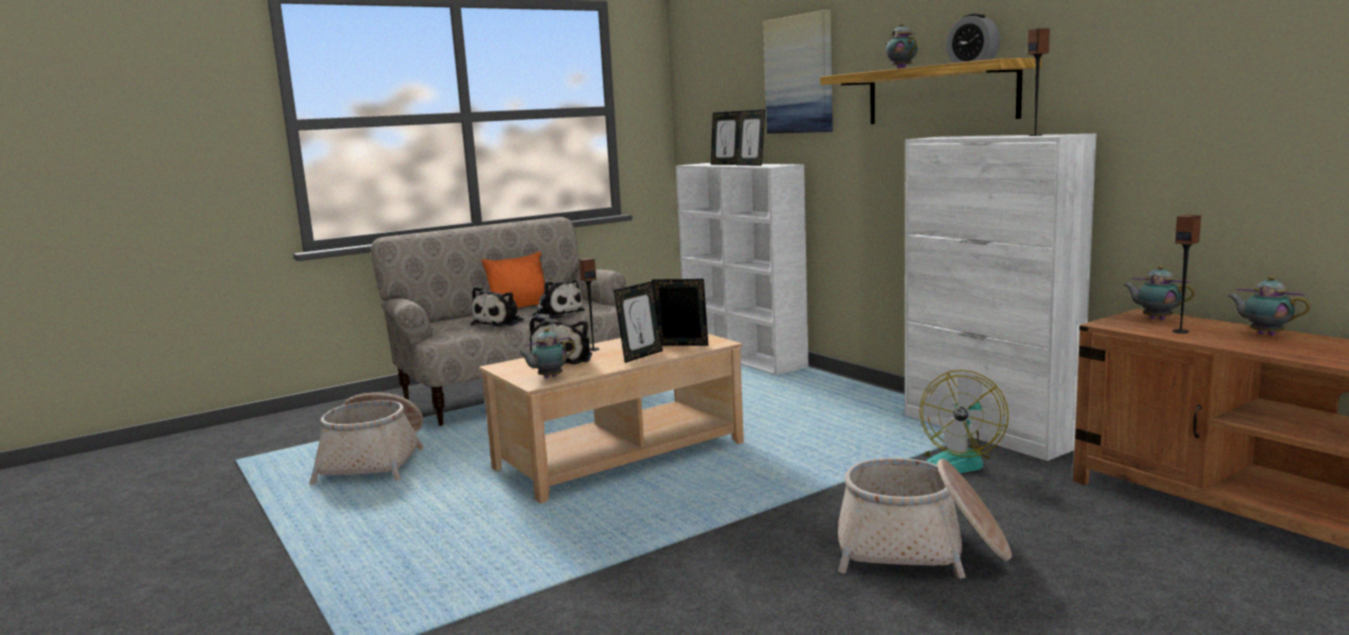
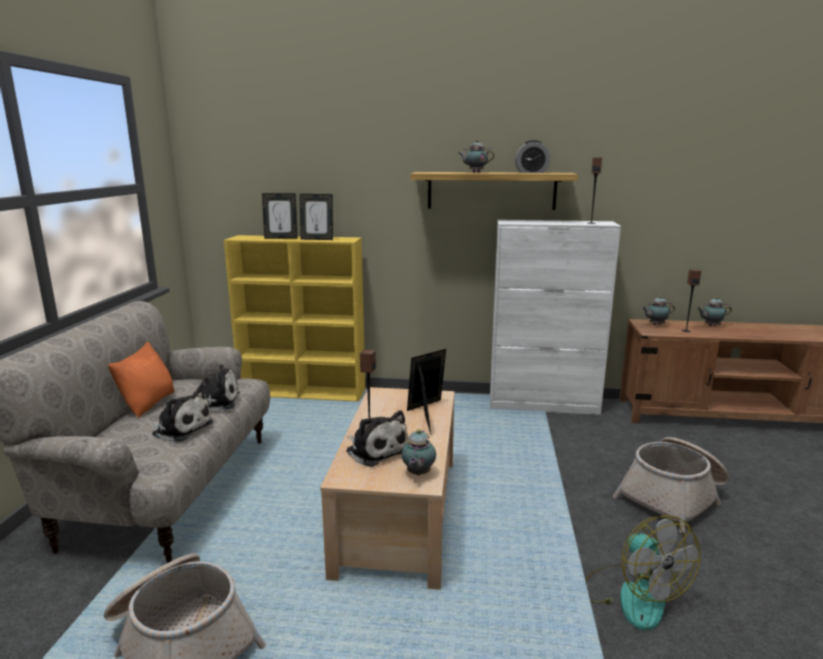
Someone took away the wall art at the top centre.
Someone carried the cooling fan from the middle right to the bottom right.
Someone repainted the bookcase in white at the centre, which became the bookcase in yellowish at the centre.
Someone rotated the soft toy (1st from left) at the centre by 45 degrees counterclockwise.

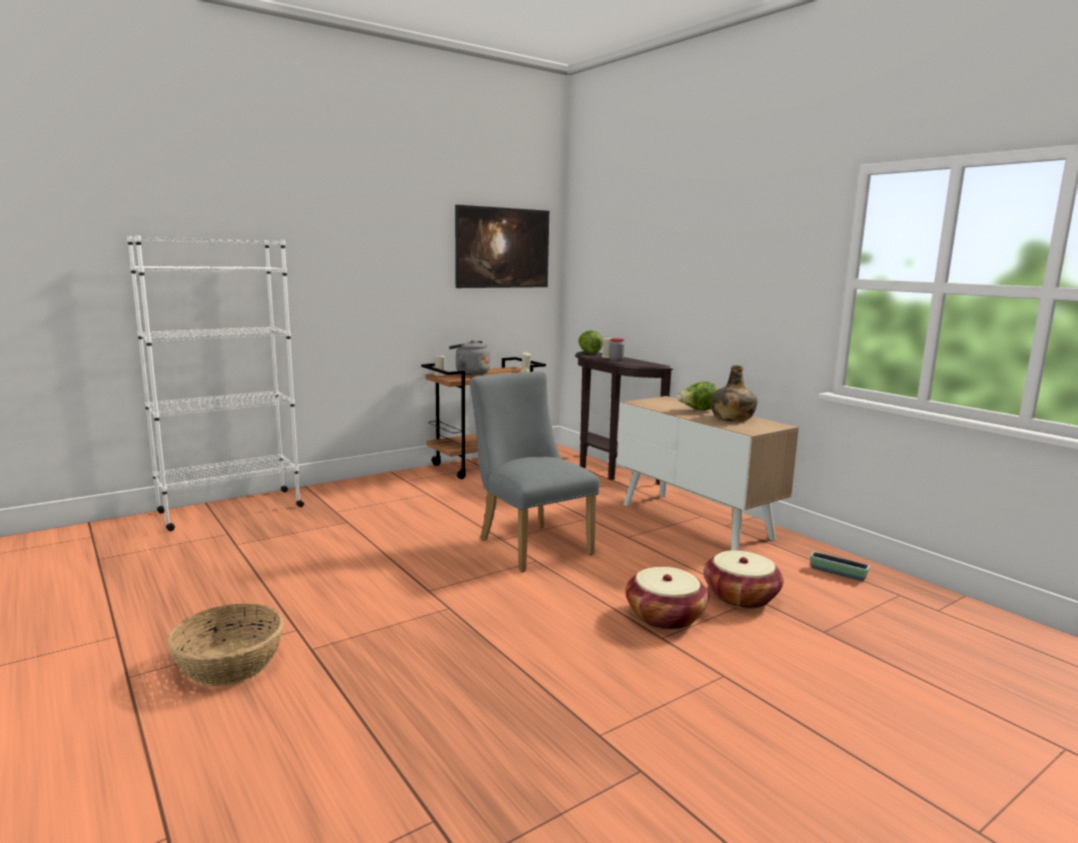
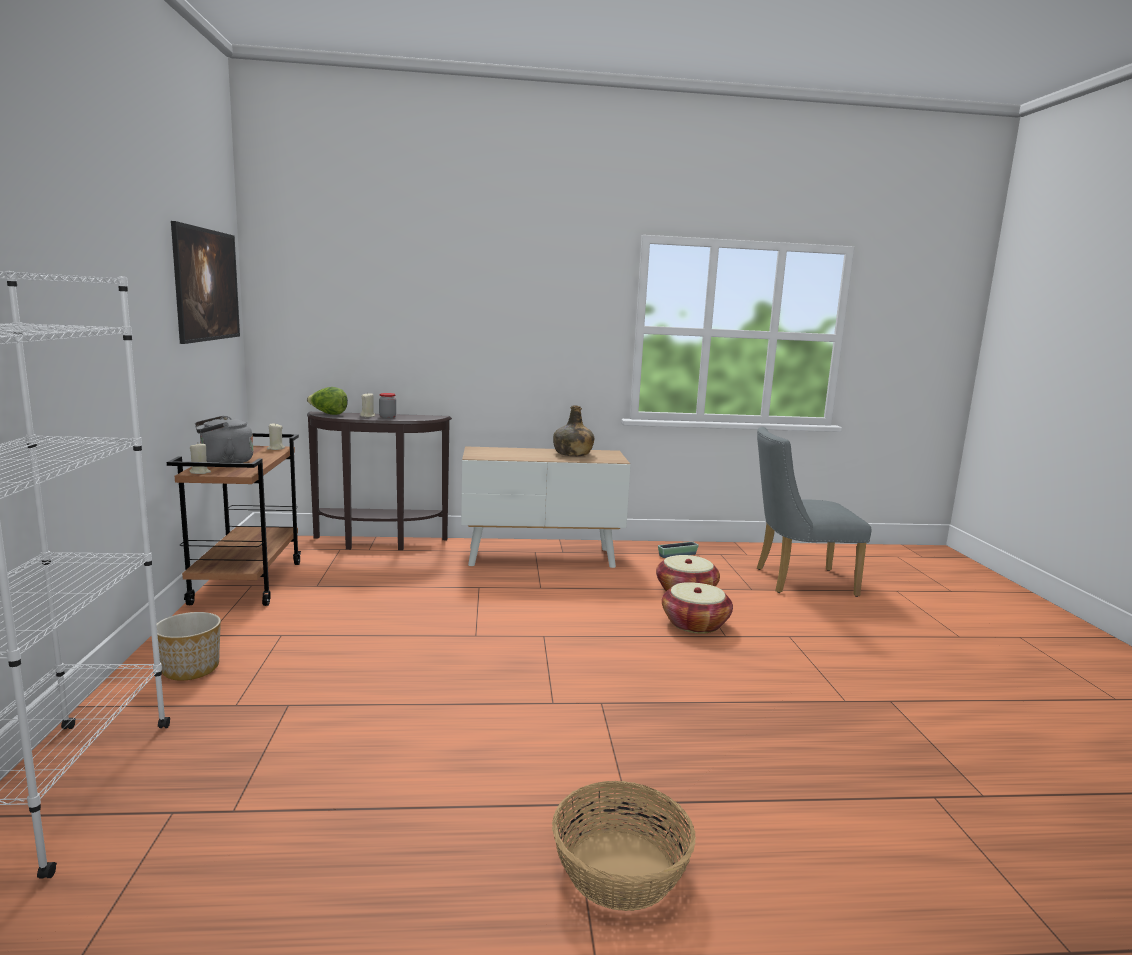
Someone took away the head of lettuce (2nd from left) at the centre.
Someone put down the flower pot (1st from left) at the bottom left.
Someone carried the plain chair in grey from the centre to the middle right.

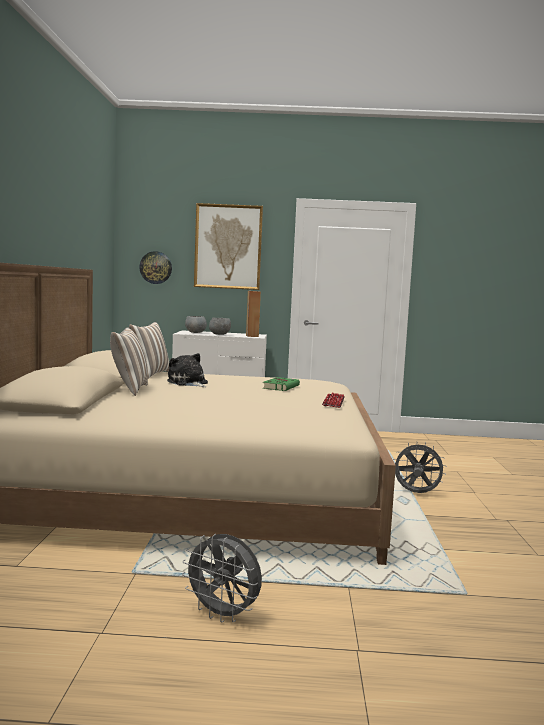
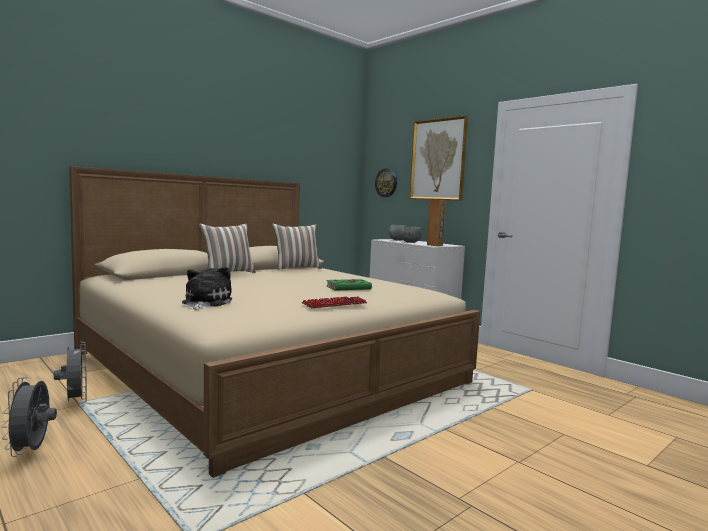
Someone carried the soft toy from the centre to the middle left.
Someone carried the cooling fan in grey (2nd from left) from the middle right to the bottom left.

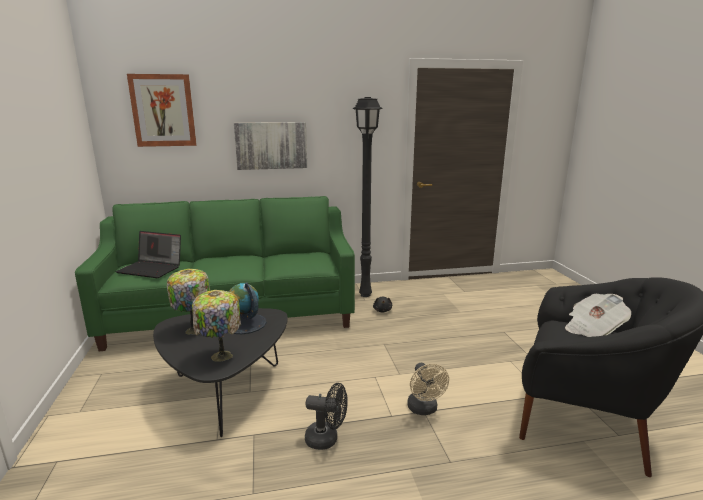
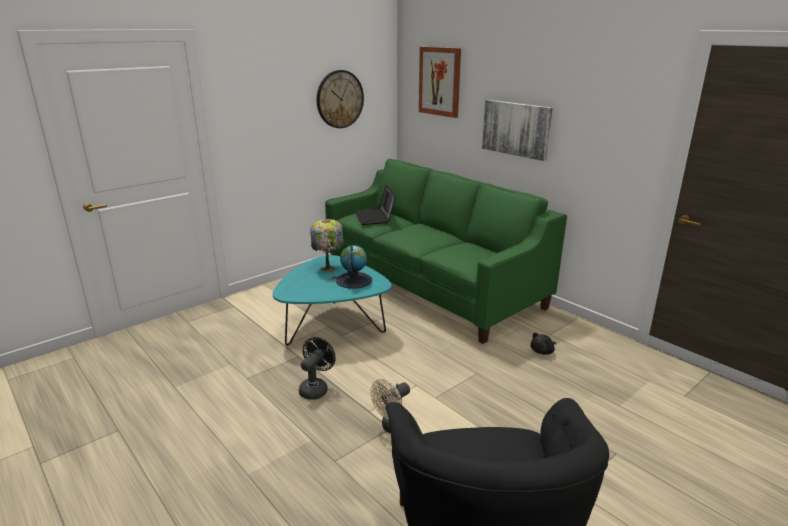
Someone took away the table lamp (2nd from left) at the middle left.
Someone took away the floor lamp in blackish at the centre.
Someone took away the daily paper at the middle right.
Someone put up the wall clock at the top centre.
Someone repainted the lounge table in blackish at the bottom left, which became the lounge table in blue-green at the centre.
Someone rotated the cooling fan in blackish at the bottom centre by 135 degrees counterclockwise.

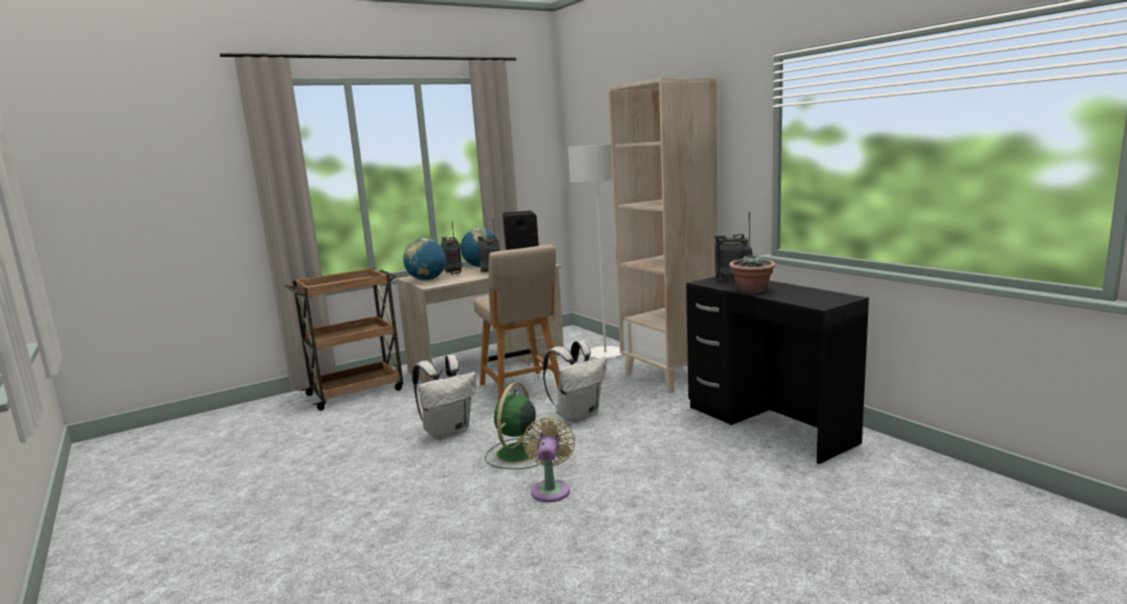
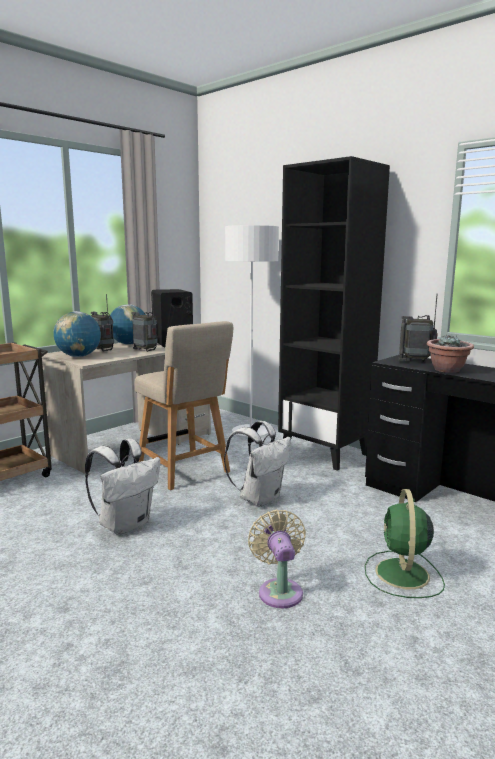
Someone carried the cooling fan in green from the bottom centre to the bottom right.
Someone repainted the bookcase in beige at the centre, which became the bookcase in blackish at the middle right.

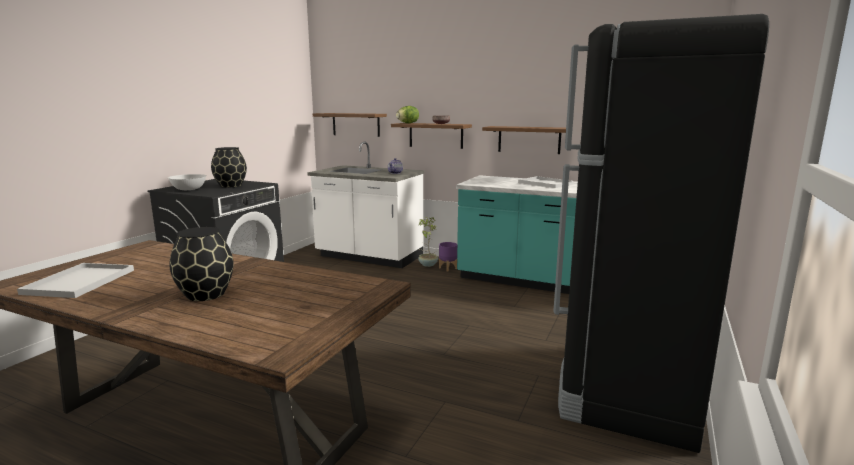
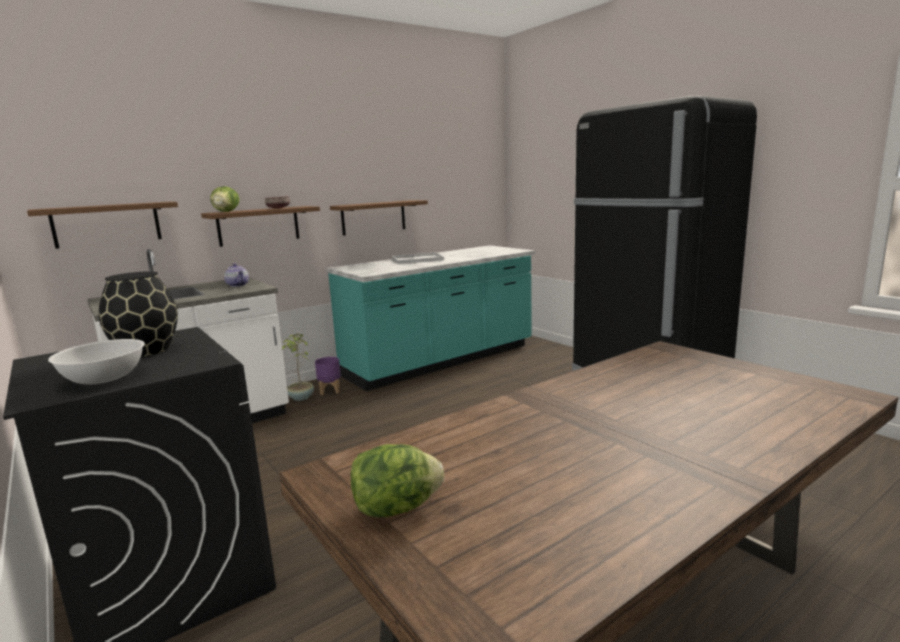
Someone took away the serving tray in white (1st from left) at the middle left.
Someone took away the decorative vase in blackish (1st from left) at the middle left.
Someone put down the head of lettuce (2nd from left) at the bottom centre.

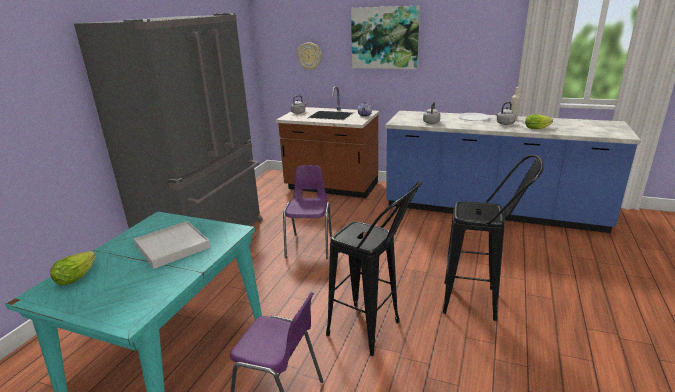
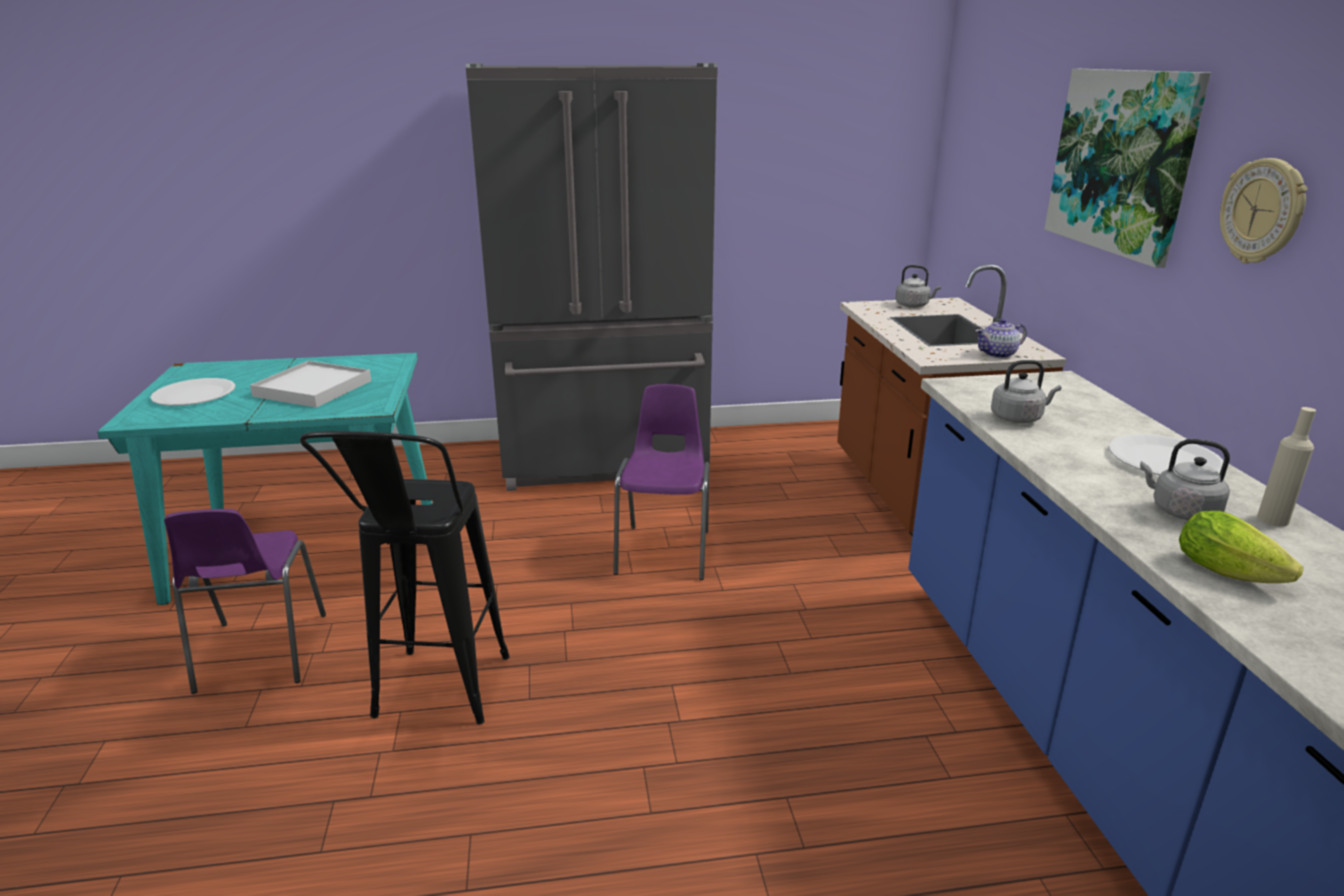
Someone took away the head of lettuce (1st from left) at the bottom left.
Someone took away the stool seat in blackish (2nd from left) at the middle right.
Someone put down the flat dish in white (1st from left) at the middle left.
Someone carried the wall clock from the top centre to the top right.
Someone rotated the plain chair in purplish (2nd from left) at the centre by 60 degrees counterclockwise.

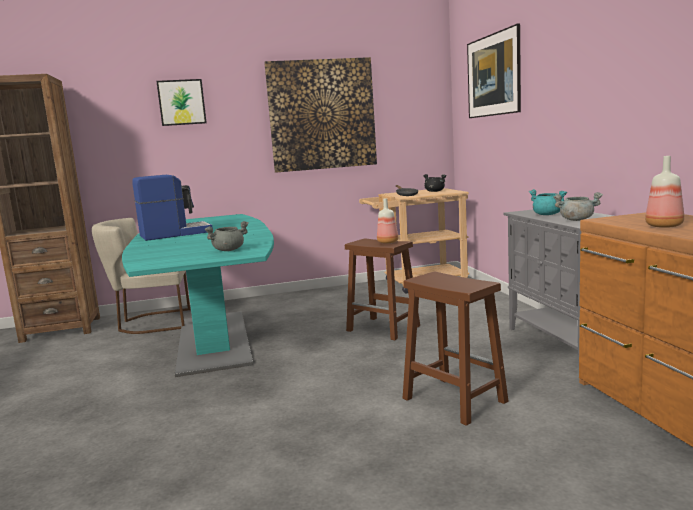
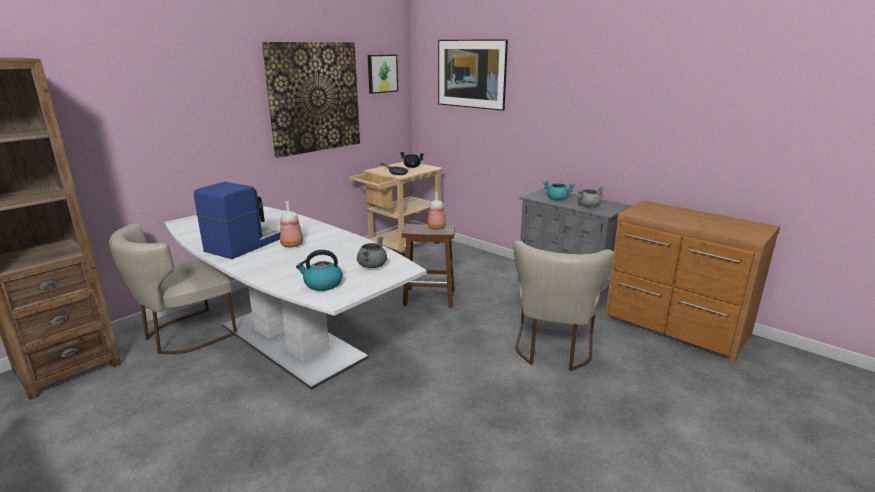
Someone put down the water kettle at the centre.
Someone carried the wall art (1st from left in the first image) from the top left to the top centre.
Someone carried the bottle (2nd from left in the first image) from the middle right to the middle left.
Someone swapped the stool seat in brown (2nd from left) at the bottom centre for the plain chair in beige (2nd from left) at the centre.
Someone repainted the dinner table in blue-green at the middle left, which became the dinner table in white at the centre.

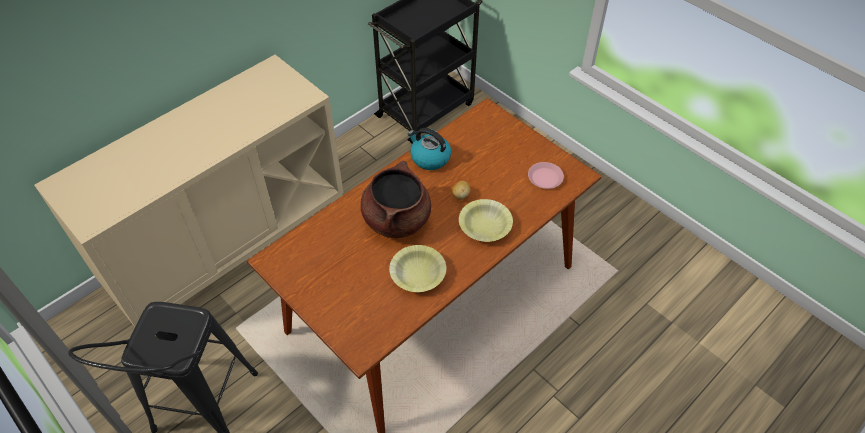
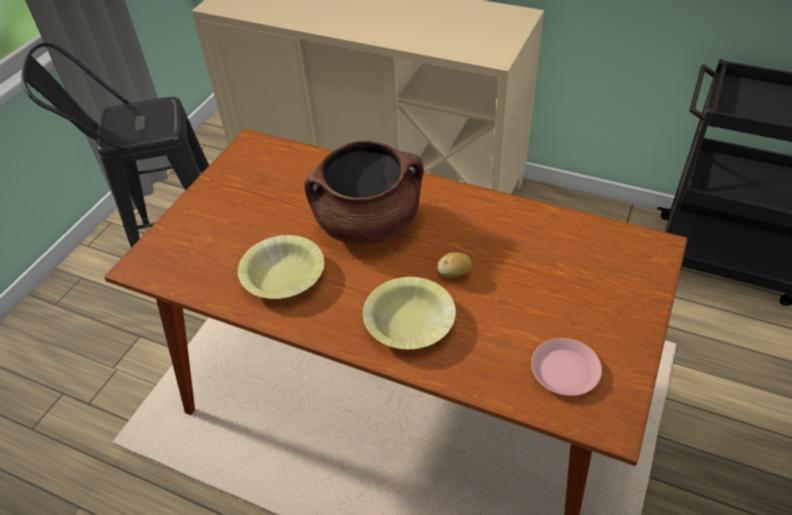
Someone took away the water kettle at the centre.

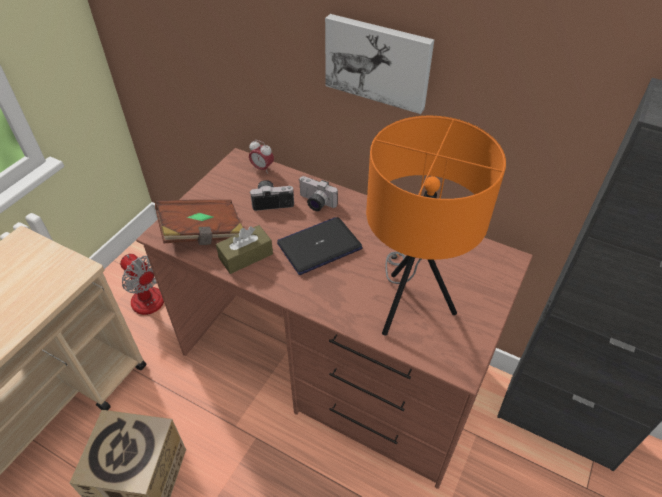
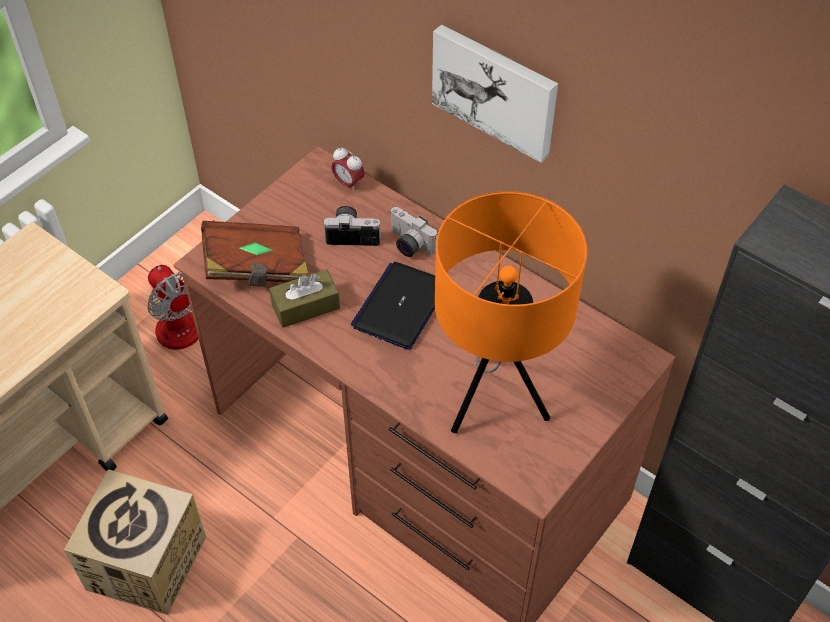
Someone rotated the portable computer at the centre by 45 degrees counterclockwise.

